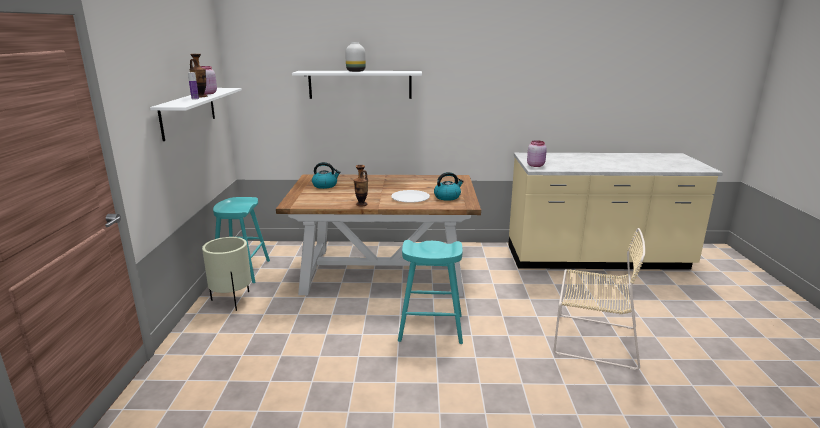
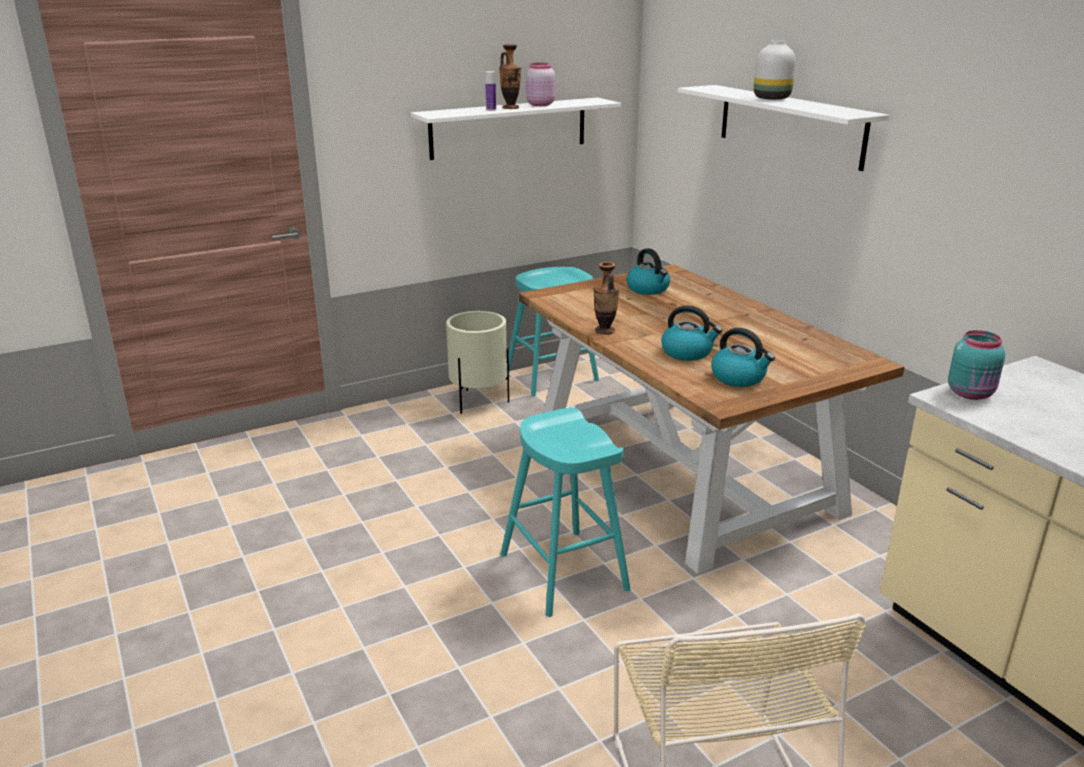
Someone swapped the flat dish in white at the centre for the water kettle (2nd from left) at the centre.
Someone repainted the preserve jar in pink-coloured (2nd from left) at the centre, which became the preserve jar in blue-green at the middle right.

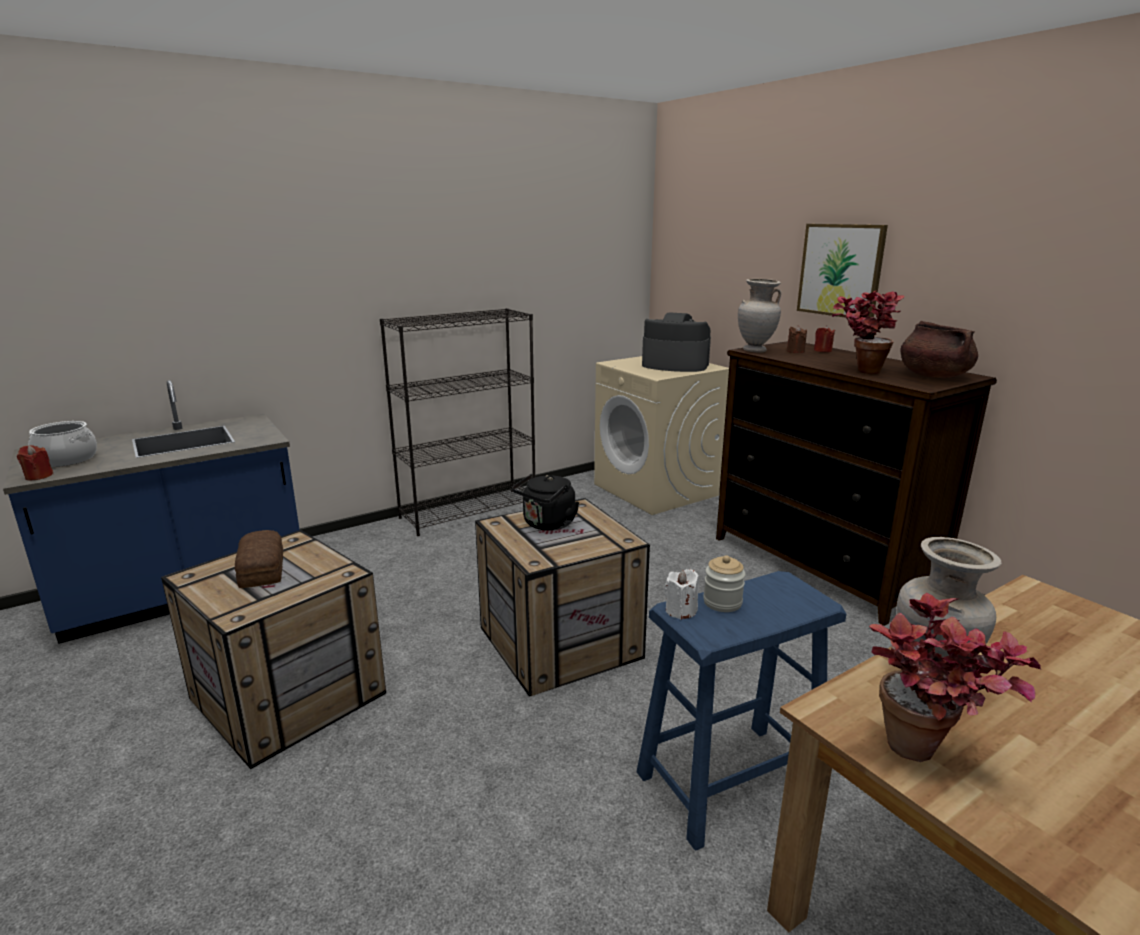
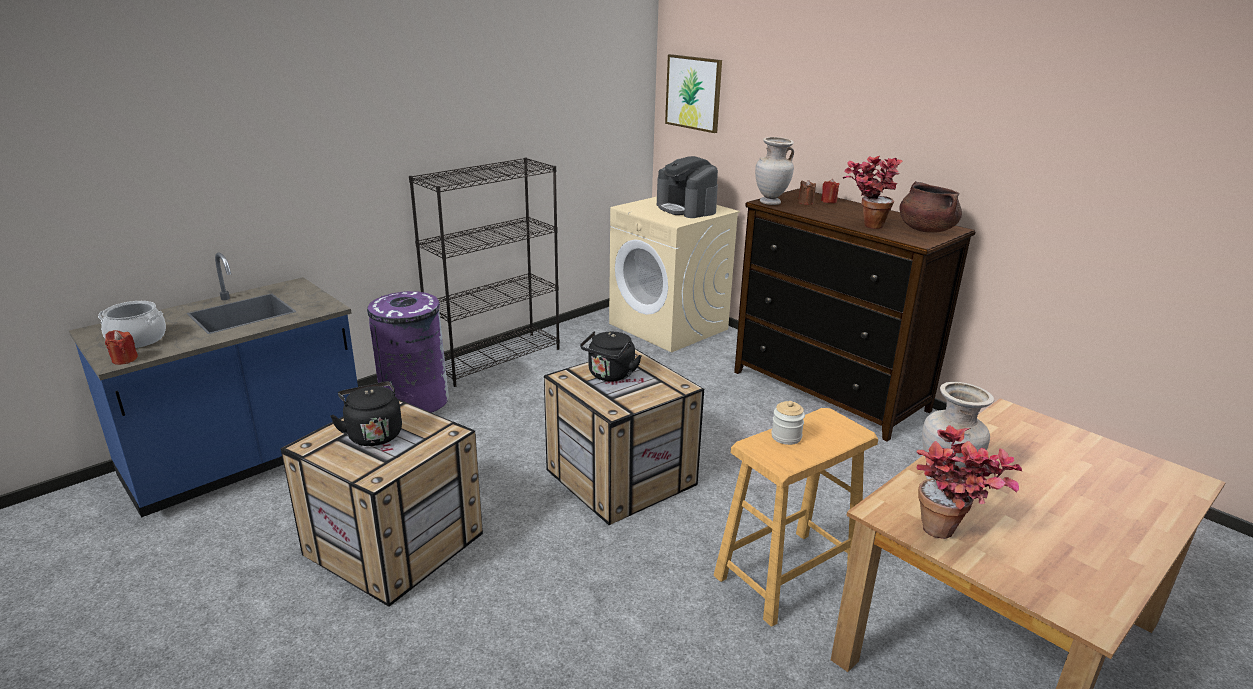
Someone took away the wax candle in white at the centre.
Someone put down the waste bin in purplish at the middle left.
Someone carried the wall art from the top right to the top centre.
Someone swapped the bread at the middle left for the water kettle in blackish (1st from left) at the middle left.
Someone repainted the stool seat in blue-coloured at the bottom centre, which became the stool seat in beige at the bottom centre.
Someone rotated the coffee brewer at the centre by 135 degrees counterclockwise.

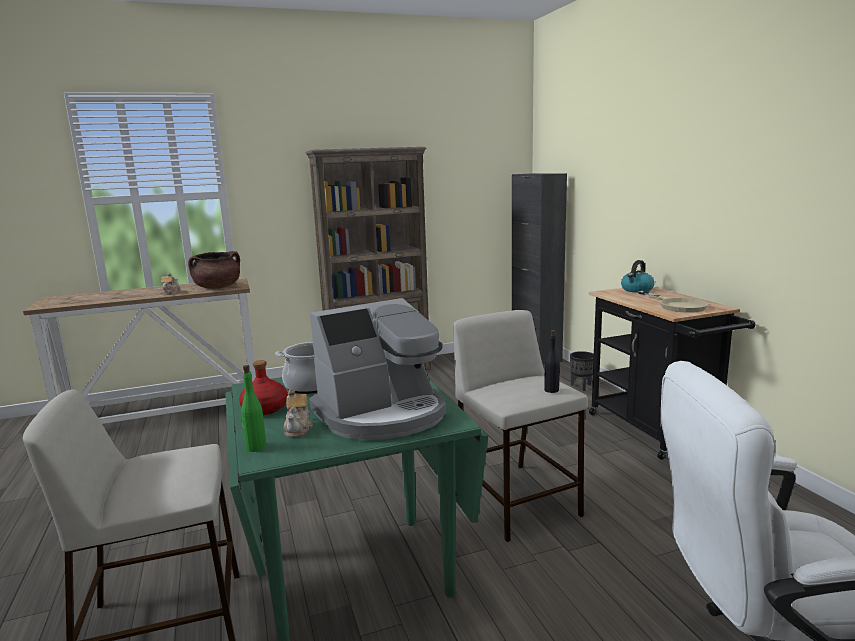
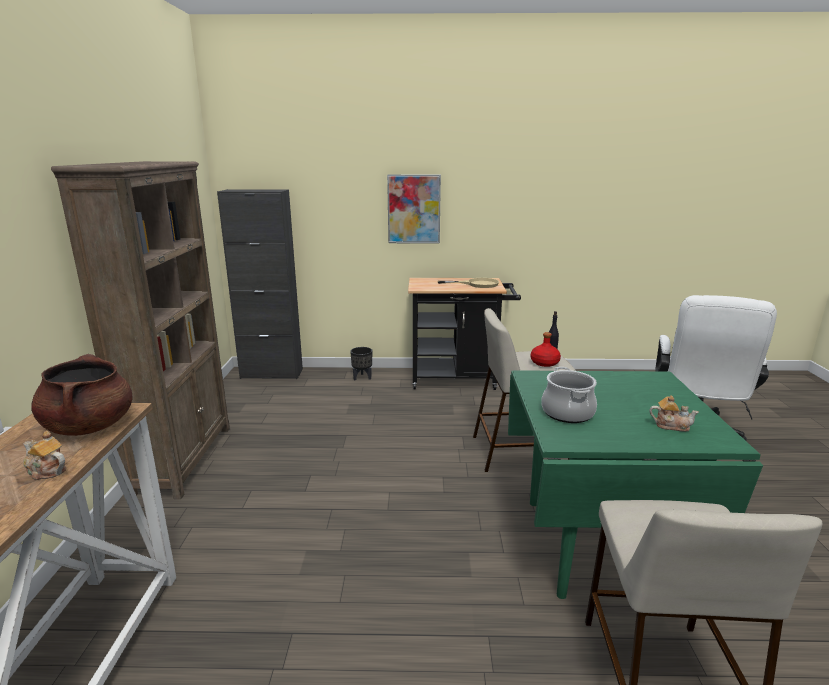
Someone took away the bottle in green at the middle left.
Someone took away the coffee brewer at the centre.
Someone took away the water kettle at the middle right.
Someone put up the wall art at the top centre.
Someone carried the bottle in red-coloured from the middle left to the centre.

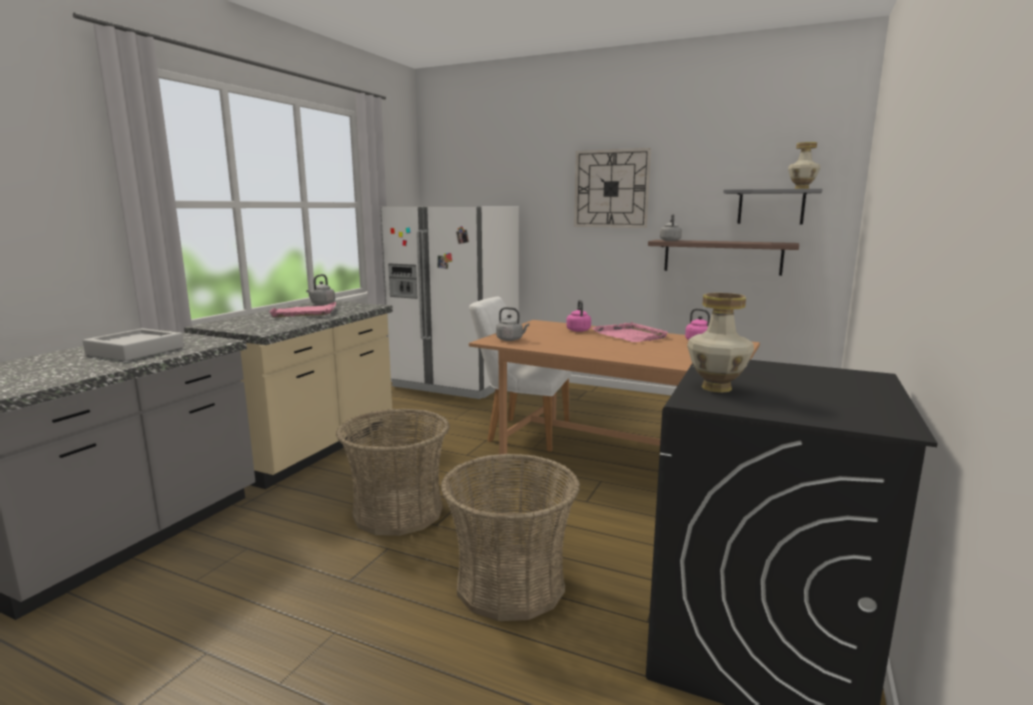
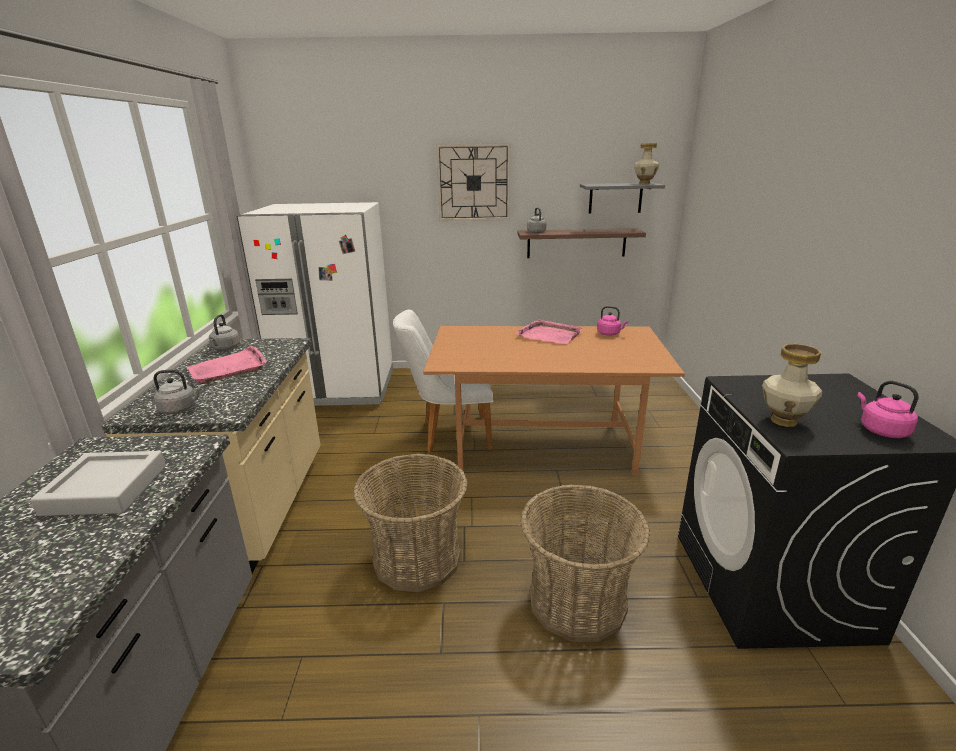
Someone carried the water kettle in grey (2nd from left in the first image) from the centre to the middle left.
Someone carried the water kettle in pink-coloured (1st from left in the first image) from the centre to the middle right.

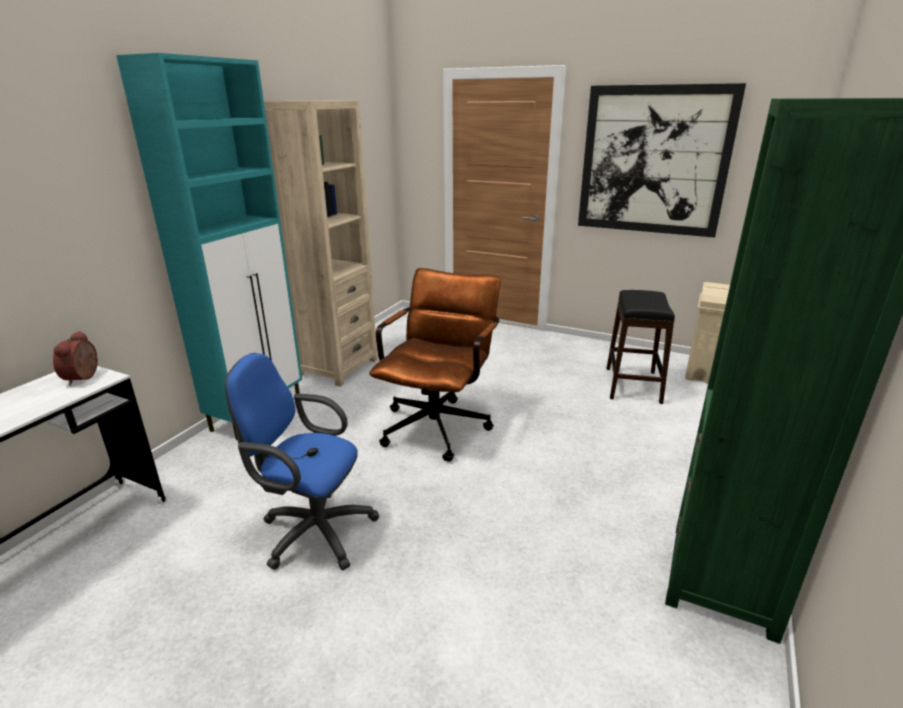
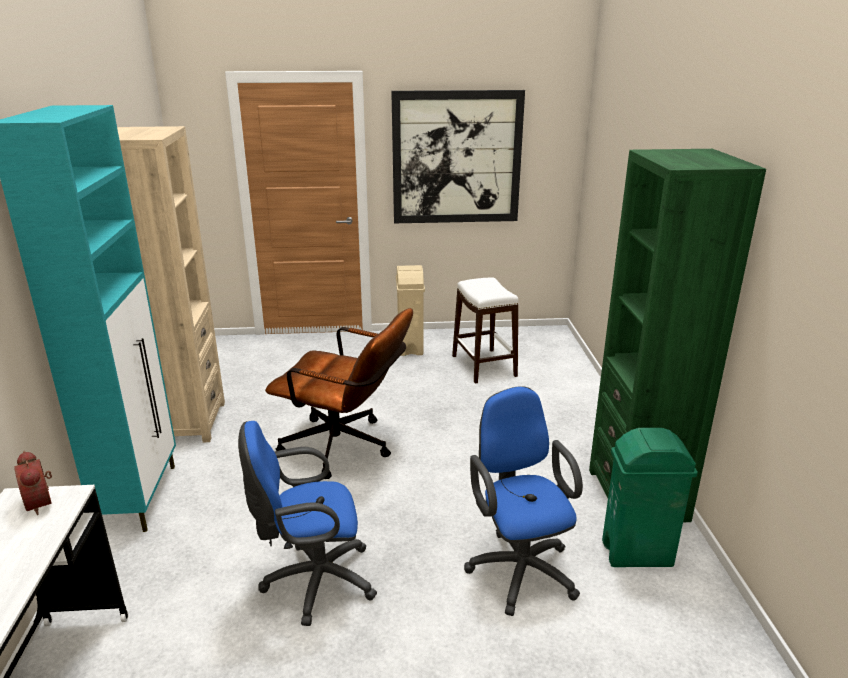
Someone put down the computer chair in blue-coloured (2nd from left) at the bottom centre.
Someone put down the waste bin in green at the bottom right.
Someone carried the waste bin in beige from the middle right to the centre.
Someone repainted the stool seat in blackish at the middle right, which became the stool seat in white at the centre.
Someone rotated the computer chair in brown at the centre by 120 degrees clockwise.

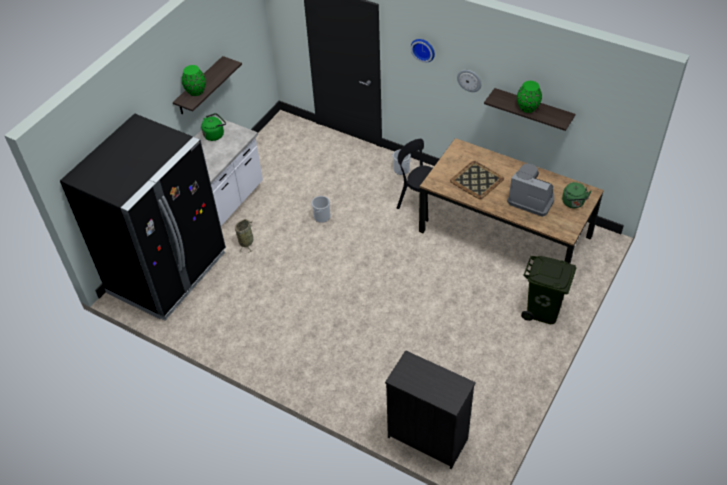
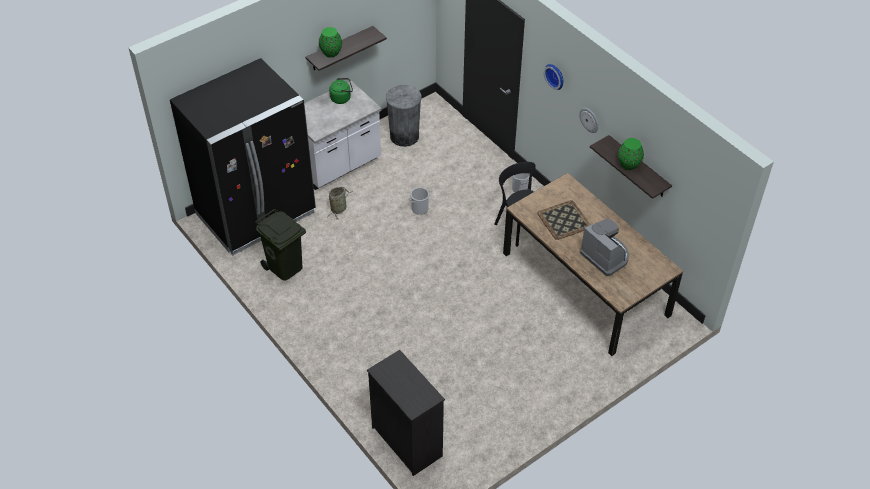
Someone took away the water kettle in green (2nd from left) at the middle right.
Someone put down the waste bin in grey at the top centre.
Someone carried the waste bin in green from the middle right to the middle left.

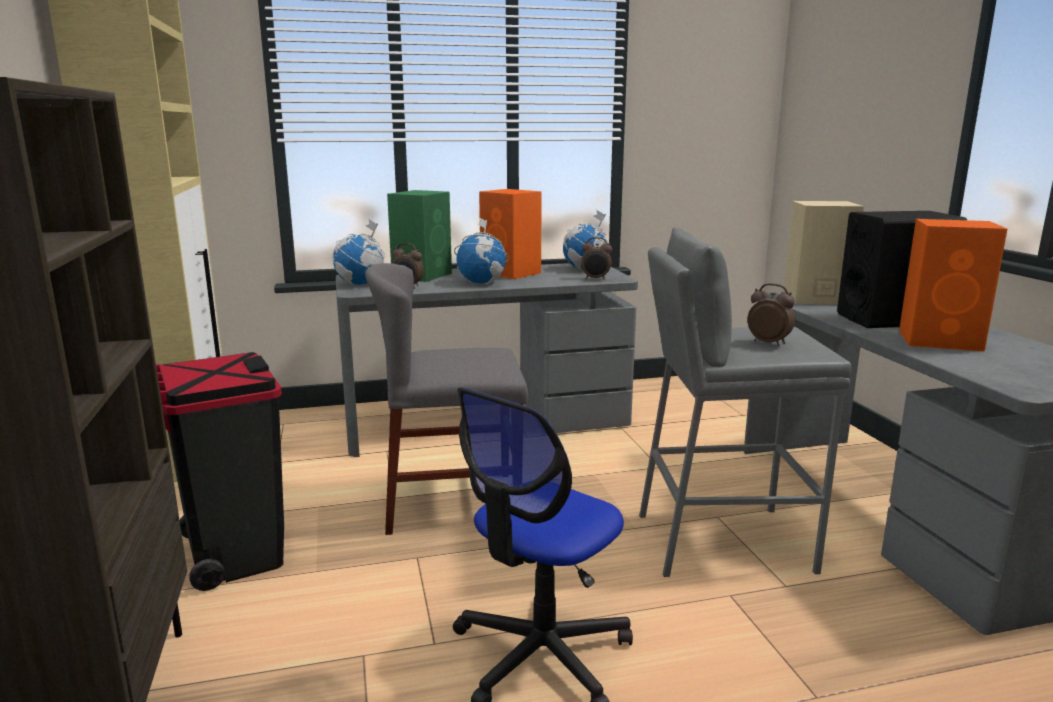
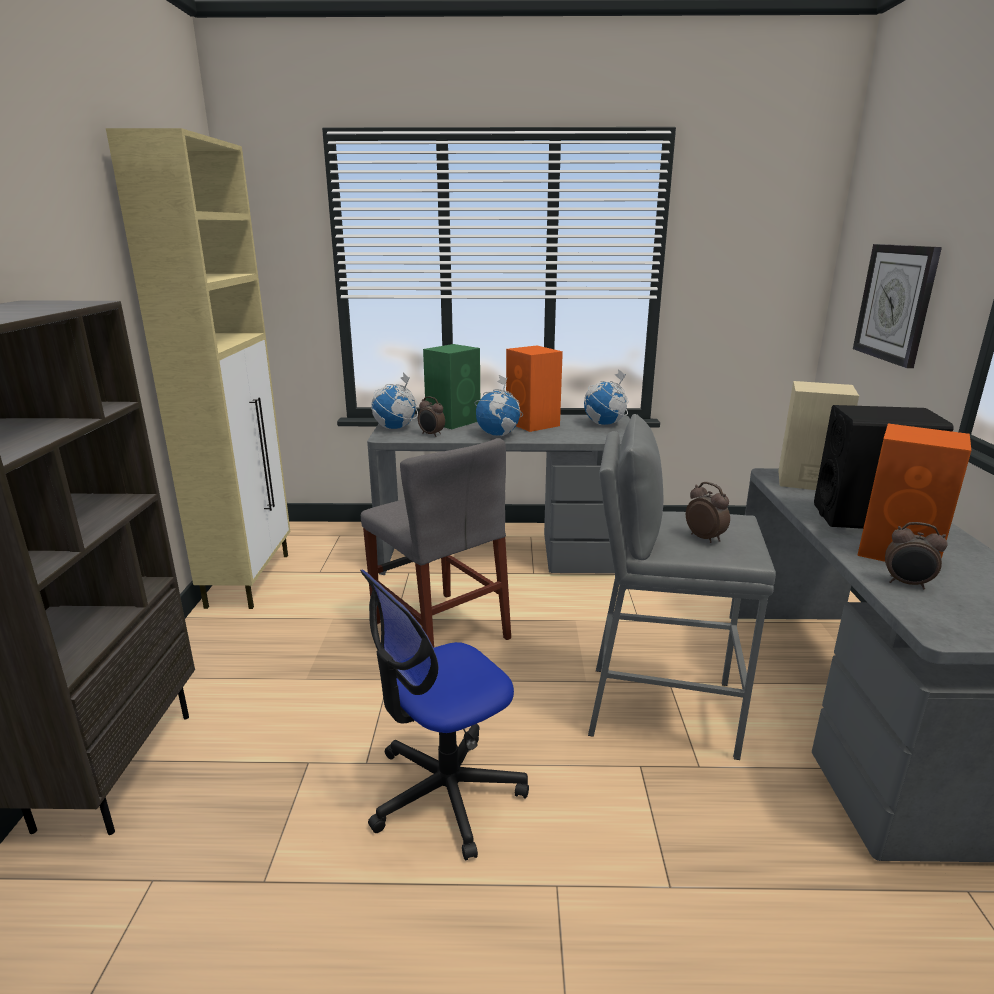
Someone took away the waste bin in blackish at the bottom left.
Someone put up the wall clock at the top right.
Someone carried the bedside clock (2nd from left in the first image) from the centre to the middle right.
Someone rotated the plain chair in grey at the centre by 135 degrees counterclockwise.

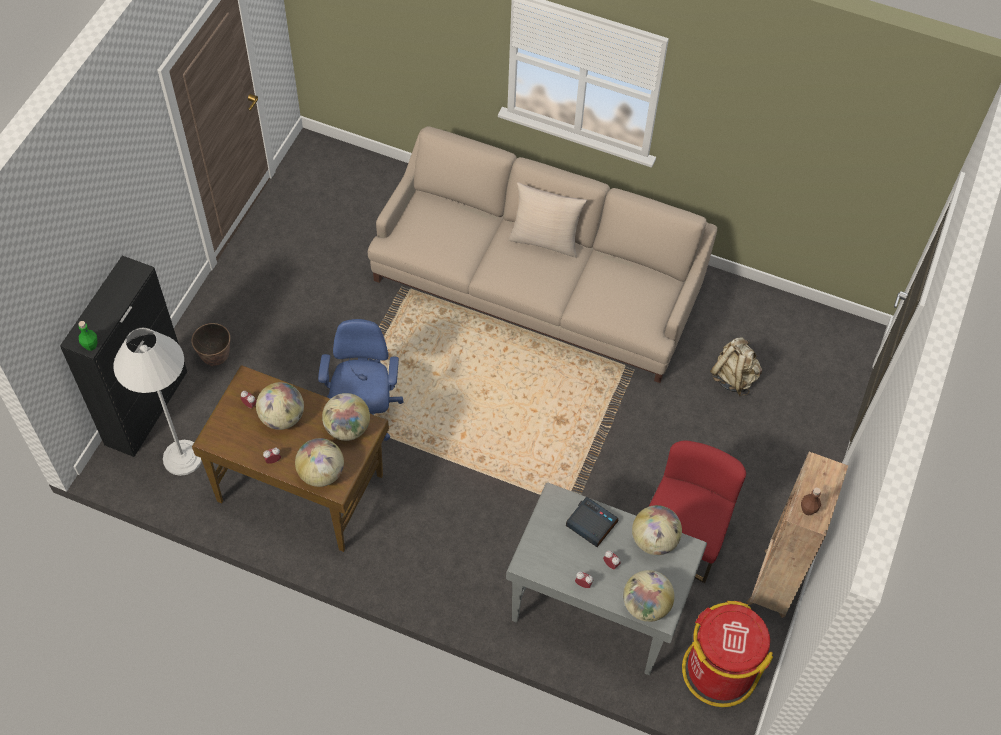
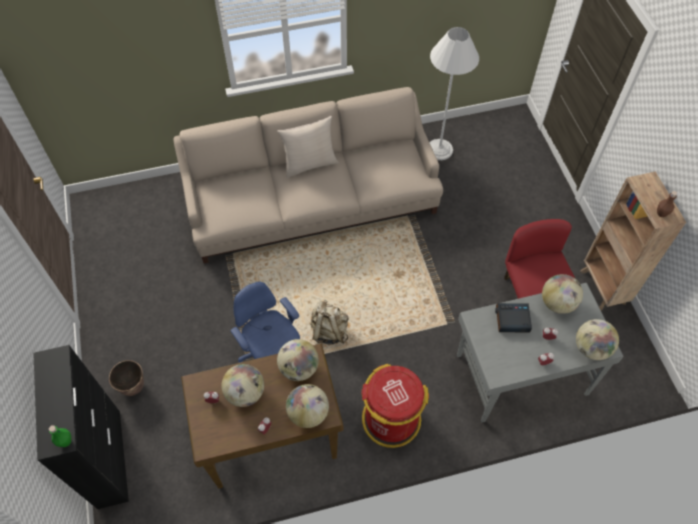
Someone carried the floor lamp in white from the middle left to the top centre.
Someone carried the waste bin in red-coloured from the bottom right to the bottom centre.
Someone carried the knapsack in beige from the middle right to the centre.

